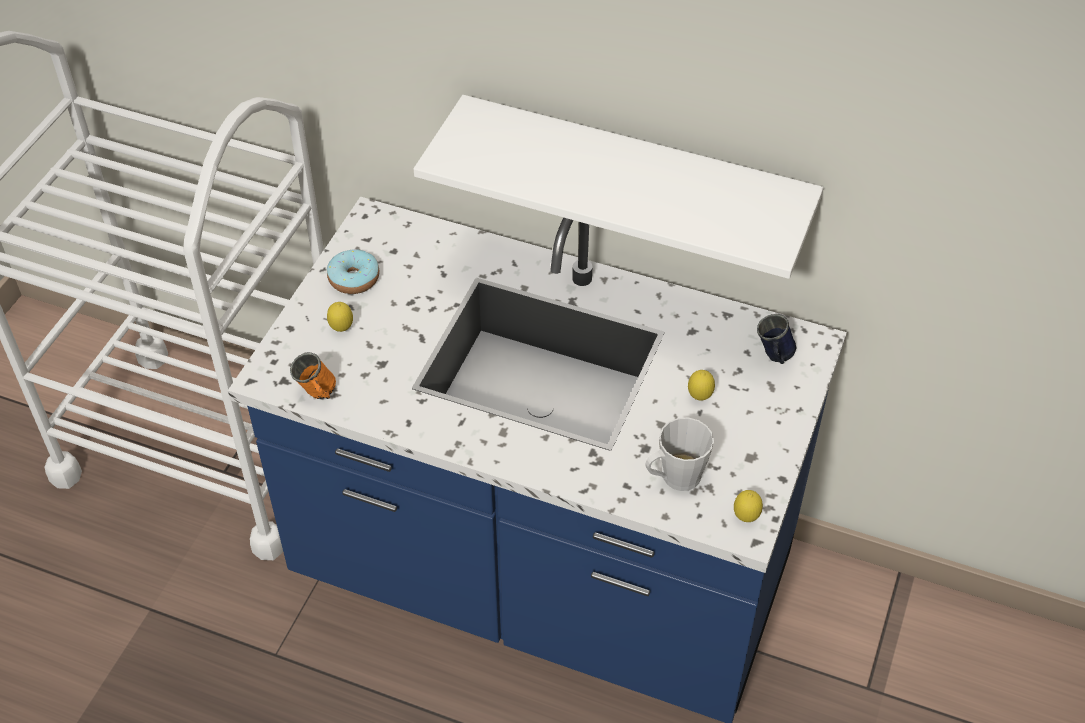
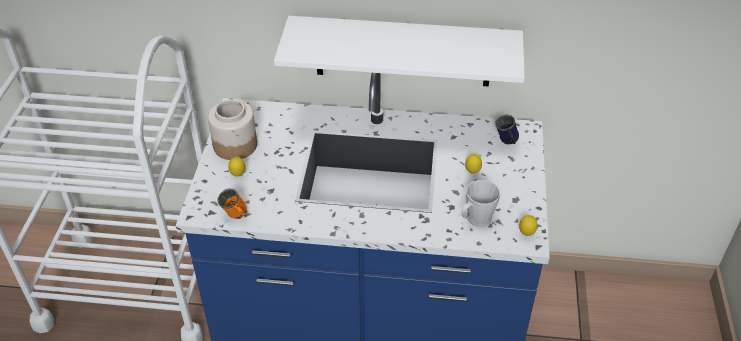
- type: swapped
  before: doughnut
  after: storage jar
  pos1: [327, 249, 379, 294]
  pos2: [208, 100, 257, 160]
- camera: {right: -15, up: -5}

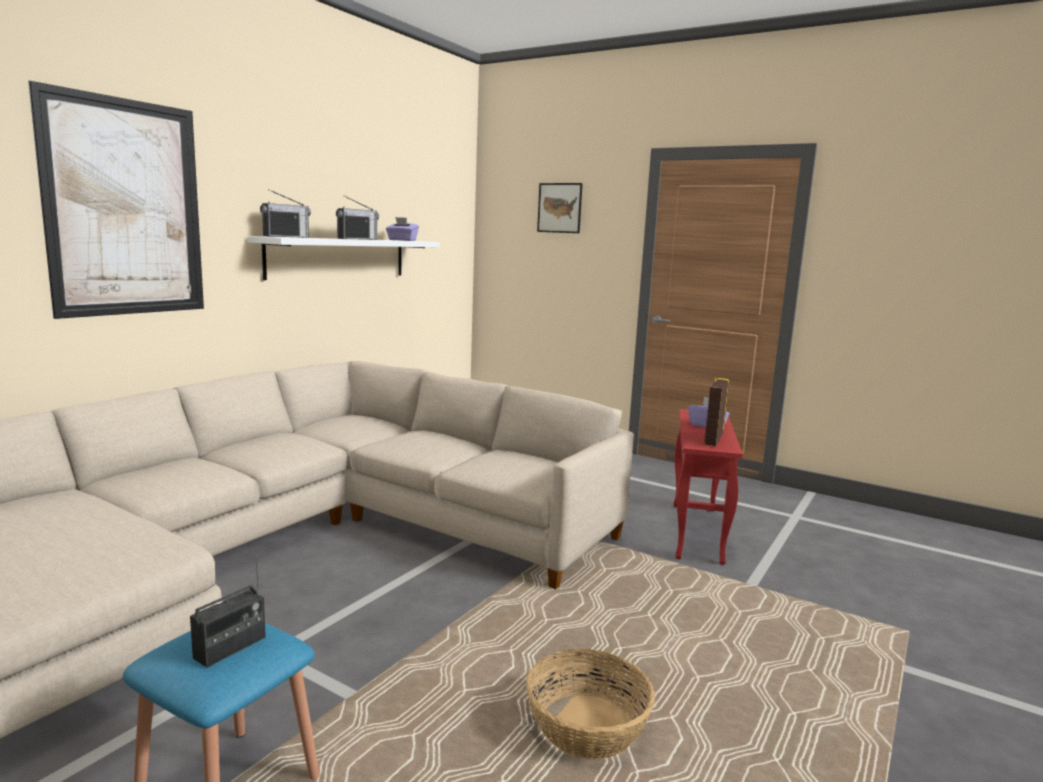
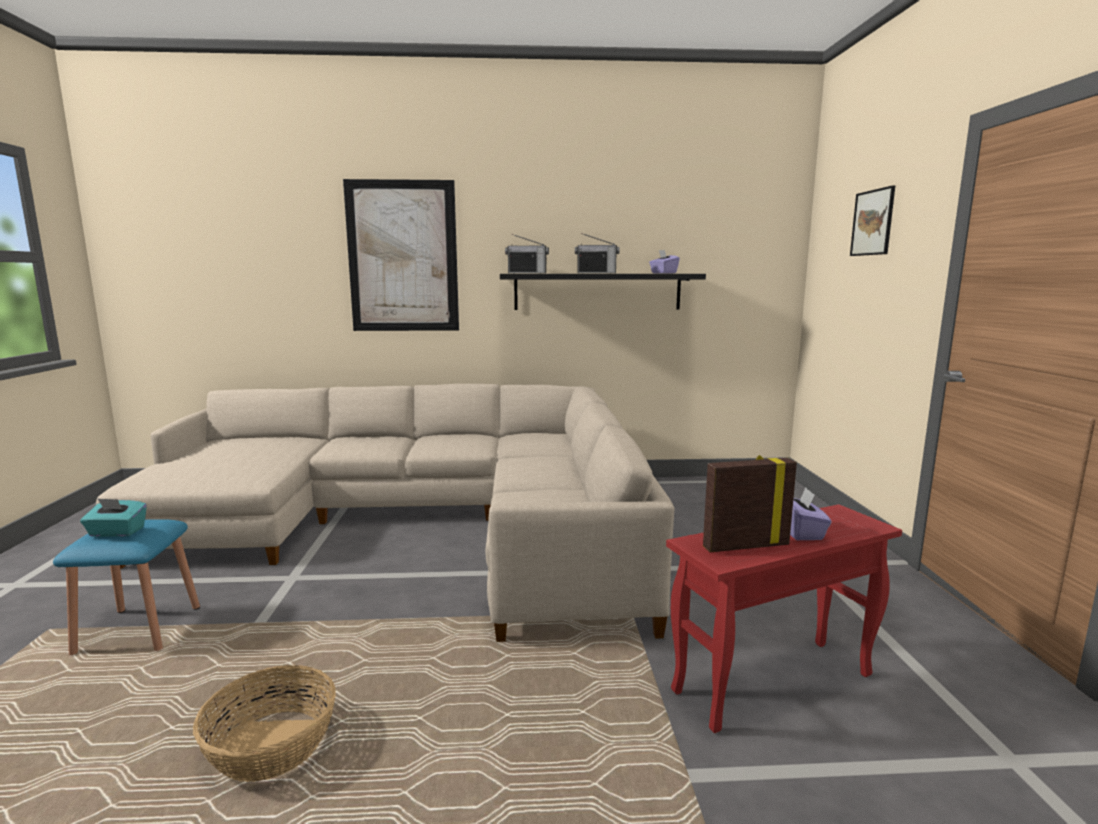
- type: swapped
  before: radio set
  after: turquoise tissue holder
  pos1: [190, 550, 266, 668]
  pos2: [80, 498, 147, 537]
- type: repainted
  before: white bracket shelf
  after: black bracket shelf
  pos1: [248, 236, 440, 280]
  pos2: [500, 274, 706, 310]
- camera: {right: 55, up: 0}

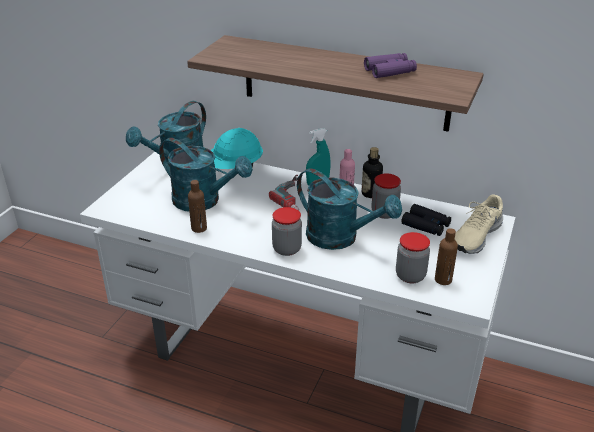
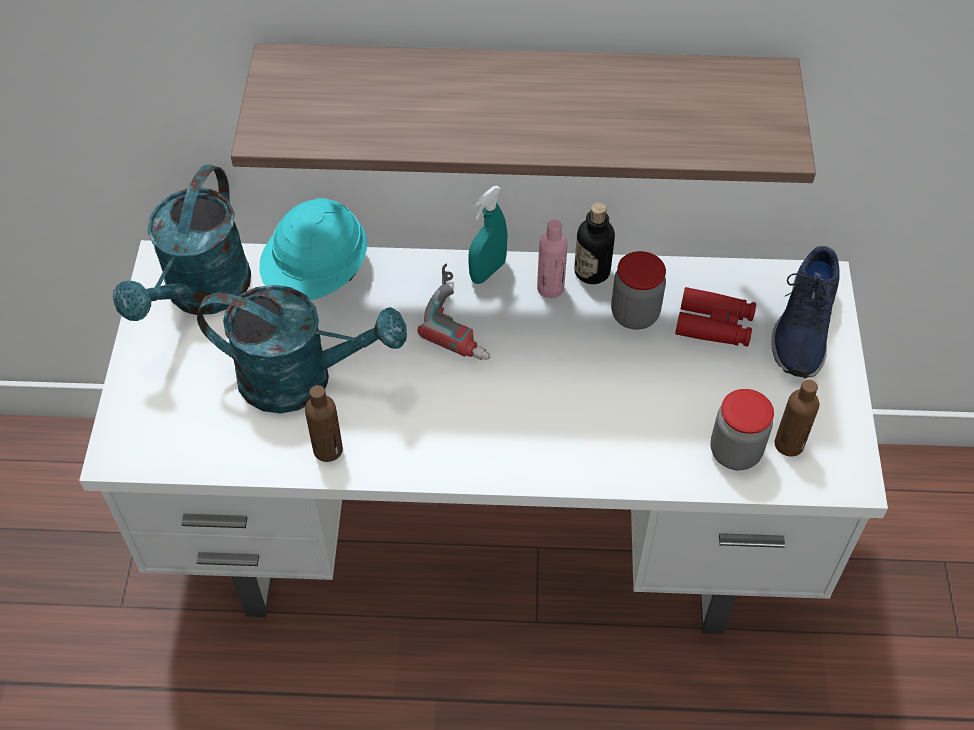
- type: repainted
  before: black field glasses
  after: red field glasses
  pos1: [401, 204, 451, 236]
  pos2: [675, 287, 756, 347]
- type: repainted
  before: beige-coloured low shoe
  after: blue-coloured low shoe
  pos1: [454, 194, 503, 254]
  pos2: [771, 246, 840, 379]
- type: gone
  before: storage jar
  pos1: [272, 207, 302, 256]
- type: gone
  before: turquoise watering pot
  pos1: [297, 168, 402, 250]
- type: gone
  before: purple-coloured field glasses
  pos1: [364, 53, 417, 78]
- camera: {right: -20, up: 20}

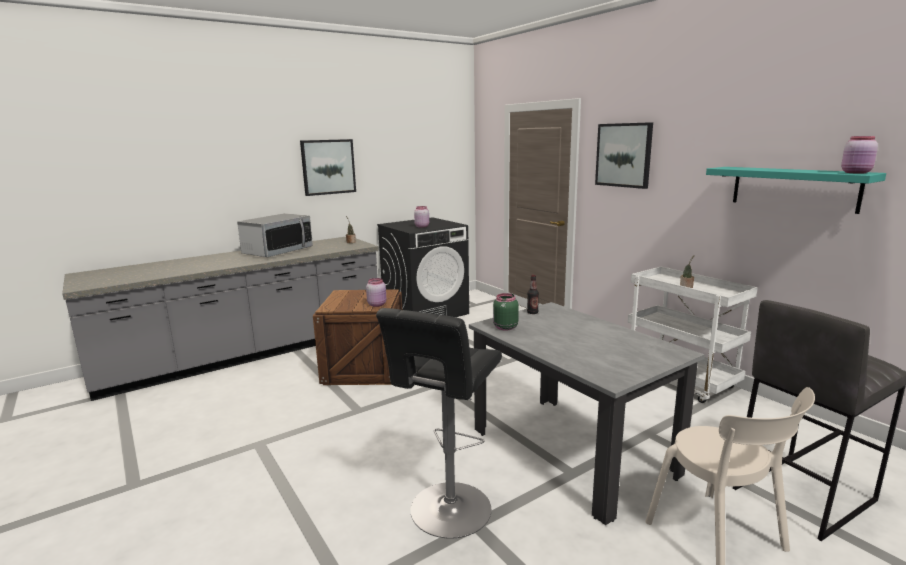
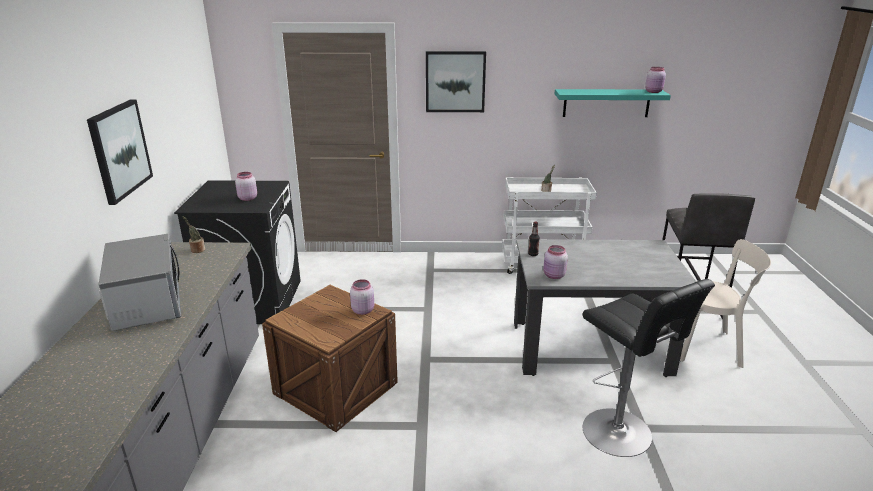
- type: repainted
  before: green-coloured storage jar
  after: pink storage jar
  pos1: [493, 293, 519, 331]
  pos2: [543, 245, 568, 279]
- camera: {right: -55, up: 10}

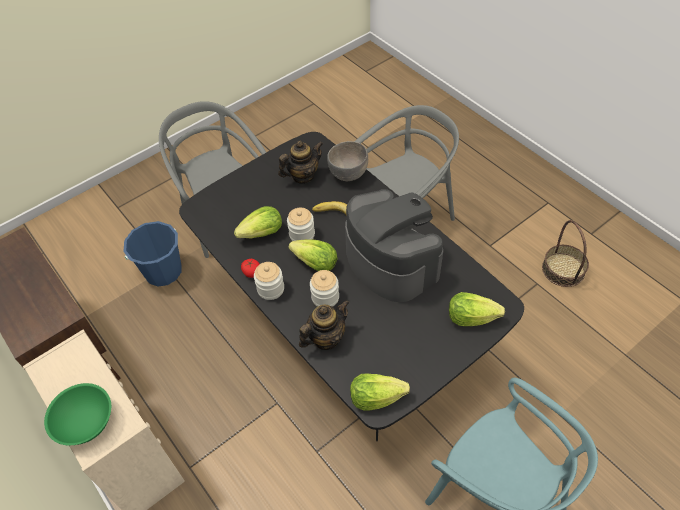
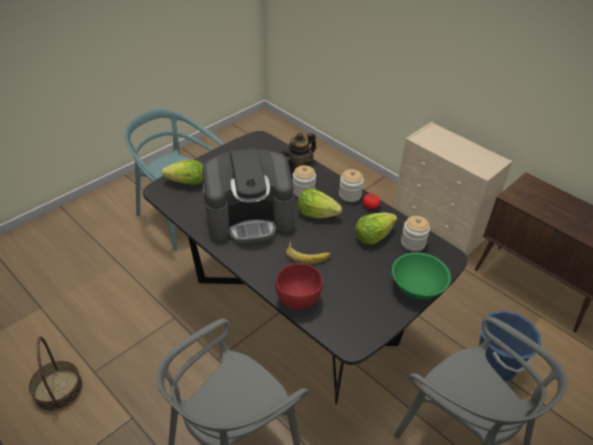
- type: rotated
  before: coffee brewer
  pos1: [345, 189, 443, 302]
  pos2: [202, 148, 294, 243]
  turn: -60
- type: repainted
  before: greyish serving bowl
  after: red serving bowl
  pos1: [327, 141, 368, 181]
  pos2: [275, 263, 323, 310]
- type: shifted
  before: green-coloured serving bowl
  pos1: [44, 383, 111, 445]
  pos2: [392, 252, 451, 300]
- type: shifted
  before: storage jar
  pos1: [287, 208, 315, 241]
  pos2: [401, 216, 430, 252]
- type: gone
  before: tea pot
  pos1: [278, 141, 323, 183]
- type: gone
  before: head of lettuce
  pos1: [350, 374, 410, 411]
- camera: {right: 170, up: -10}

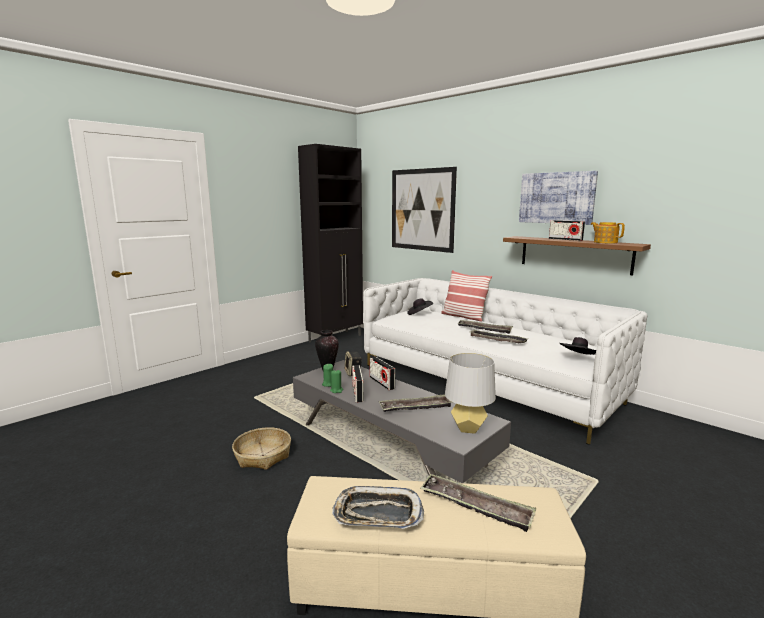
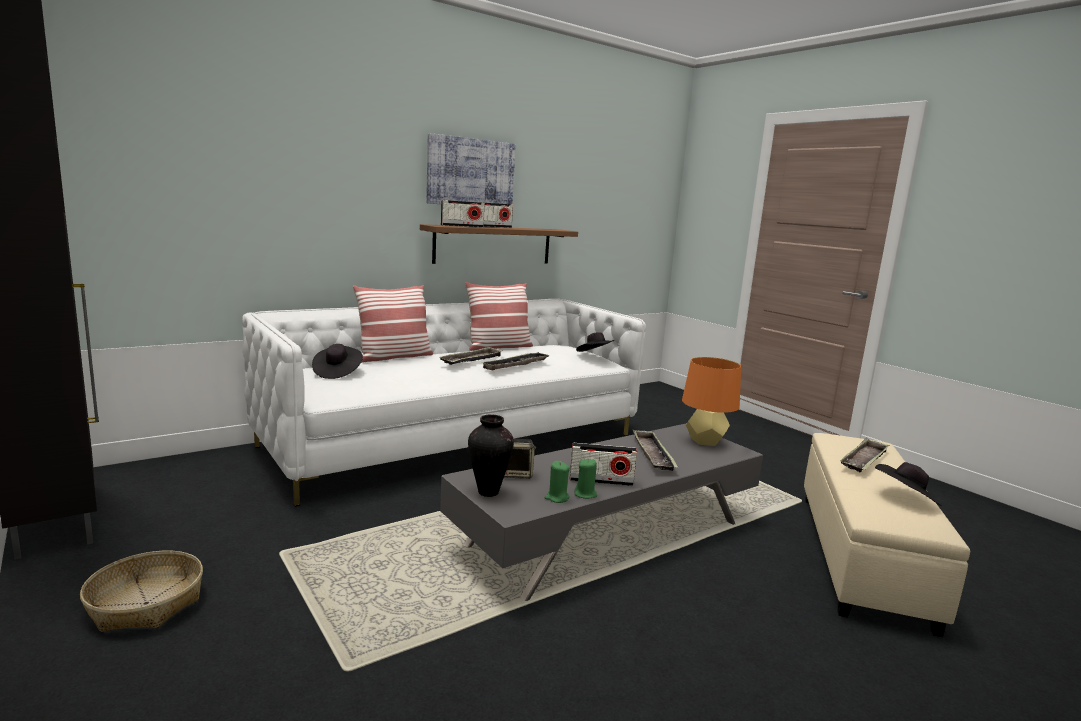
- type: shifted
  before: household basket
  pos1: [232, 427, 291, 470]
  pos2: [80, 551, 203, 632]
- type: shifted
  before: radio set
  pos1: [370, 357, 395, 390]
  pos2: [441, 200, 485, 228]
- type: new
  after: pillow
  pos2: [465, 282, 533, 351]
- type: repainted
  before: greyish table lamp
  after: orange table lamp
  pos1: [445, 353, 496, 434]
  pos2: [682, 357, 741, 446]
- type: swapped
  before: carrying tray
  after: black wearable hat
  pos1: [332, 486, 424, 529]
  pos2: [875, 462, 942, 506]
- type: gone
  before: picture
  pos1: [392, 167, 457, 253]
- type: gone
  before: tea pot
  pos1: [590, 222, 625, 243]
- camera: {right: -80, up: 0}

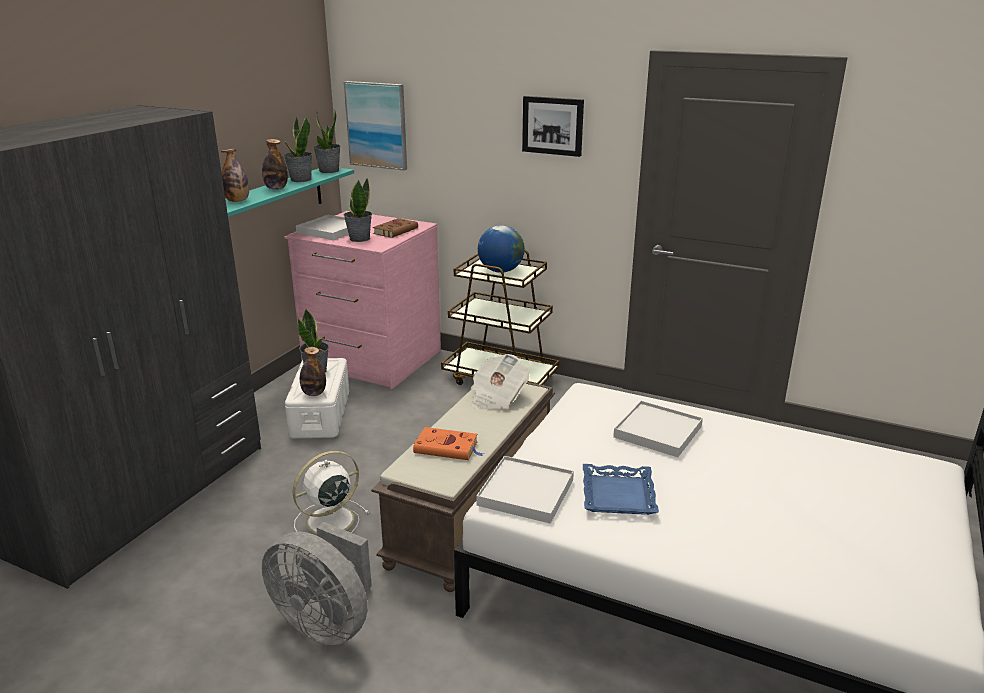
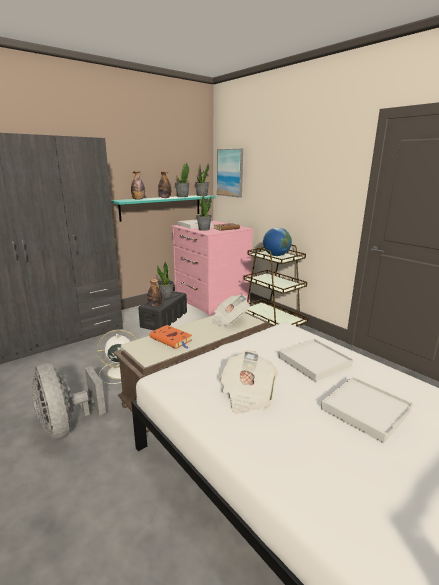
- type: repainted
  before: white storage box
  after: black storage box
  pos1: [285, 358, 349, 438]
  pos2: [138, 291, 187, 331]
- type: swapped
  before: blue-coloured carrying tray
  after: newspaper
  pos1: [583, 464, 659, 515]
  pos2: [220, 351, 278, 414]
- type: shifted
  before: white carrying tray
  pos1: [476, 456, 574, 524]
  pos2: [321, 377, 413, 443]
- type: gone
  before: picture
  pos1: [522, 96, 584, 157]
- camera: {right: 25, up: -5}

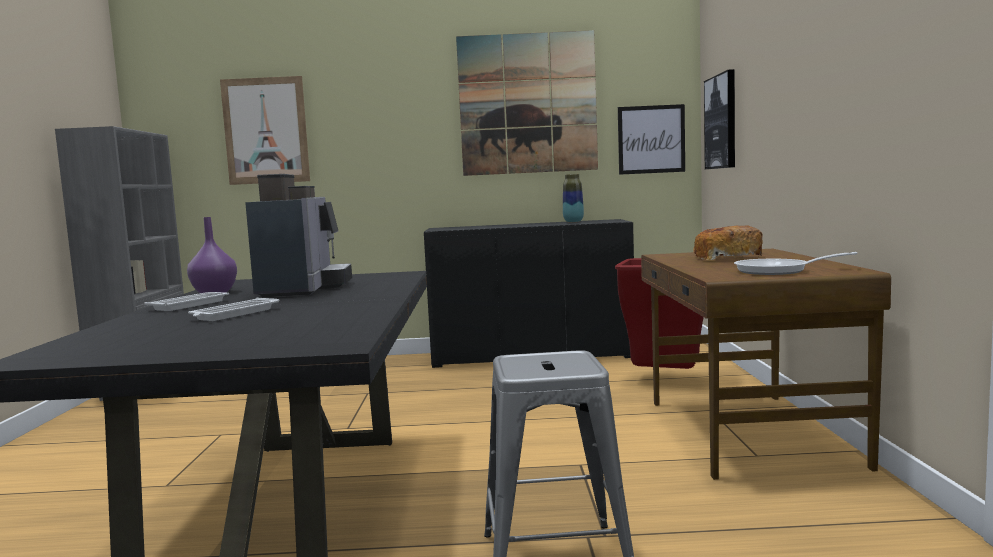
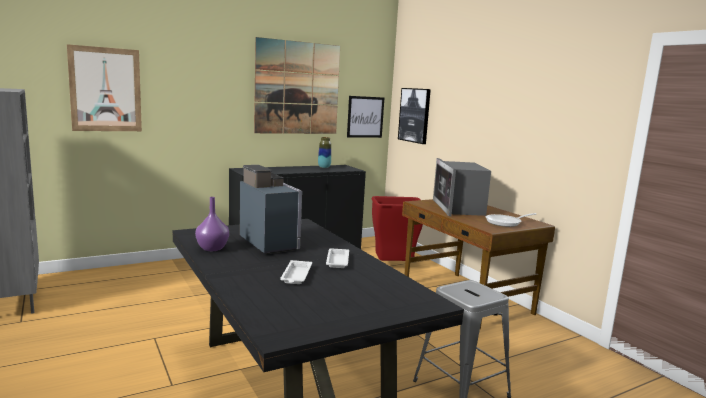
- type: shifted
  before: white carrying tray
  pos1: [144, 292, 229, 311]
  pos2: [326, 249, 349, 268]
- type: swapped
  before: baked bread
  after: microwave oven
  pos1: [693, 226, 763, 260]
  pos2: [433, 158, 491, 216]
- camera: {right: -30, up: 5}

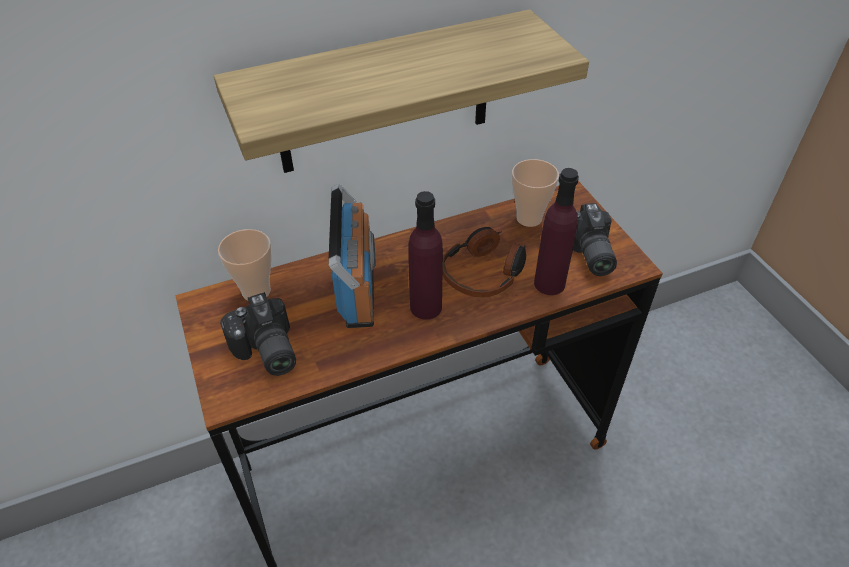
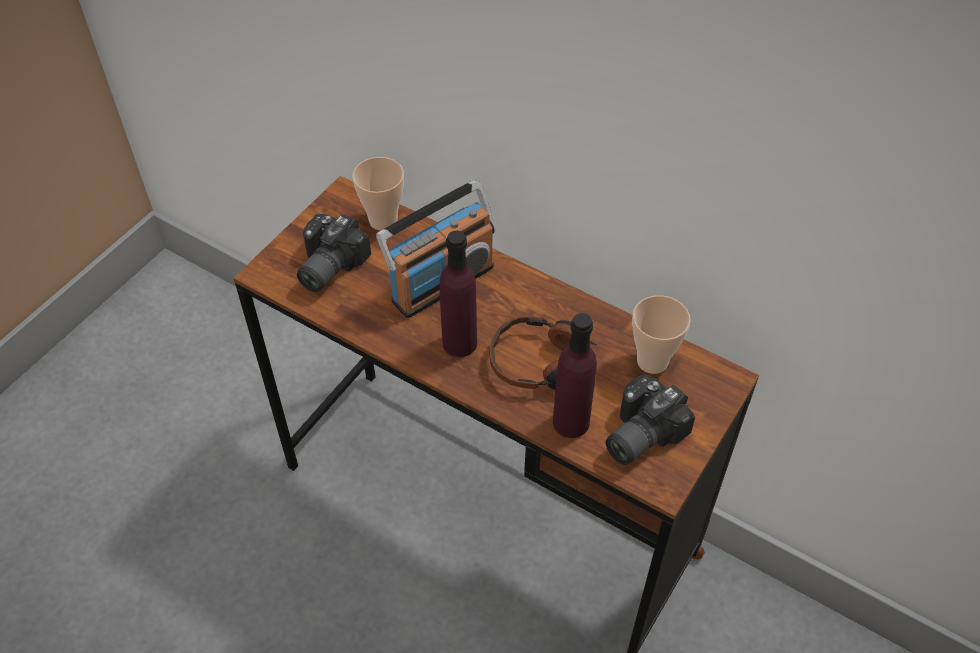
- type: gone
  before: bracket shelf
  pos1: [214, 9, 589, 173]
- camera: {right: 55, up: 5}

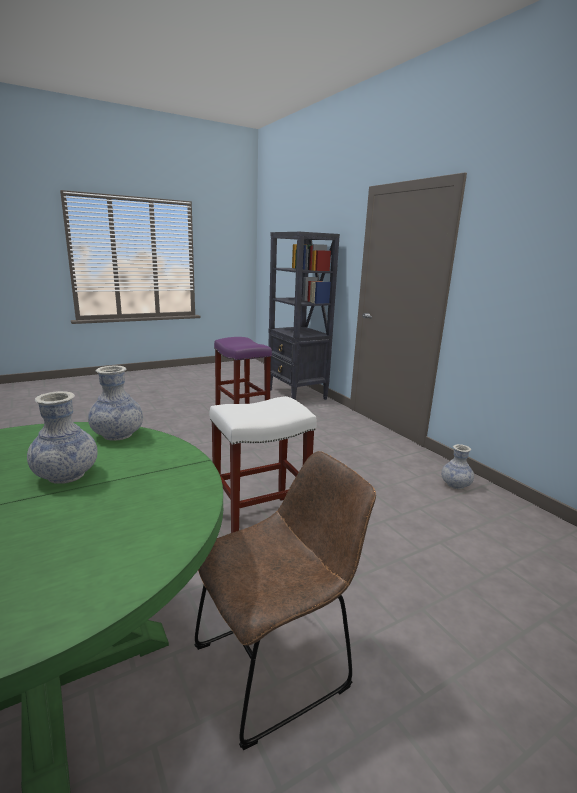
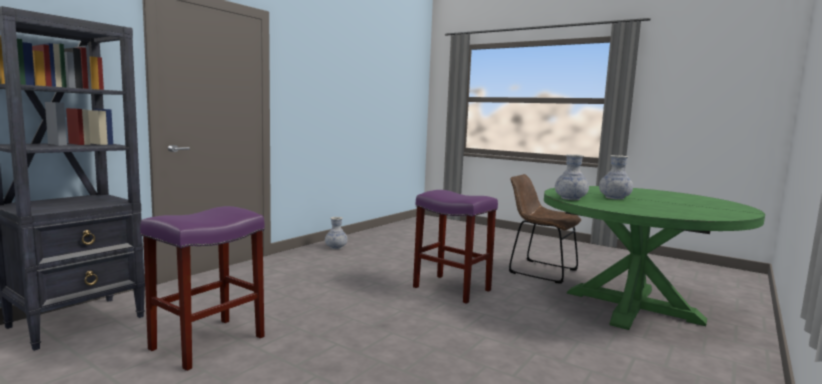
- type: repainted
  before: white stool seat
  after: purple-coloured stool seat
  pos1: [210, 396, 317, 533]
  pos2: [413, 190, 498, 304]
- camera: {right: -115, up: -10}

